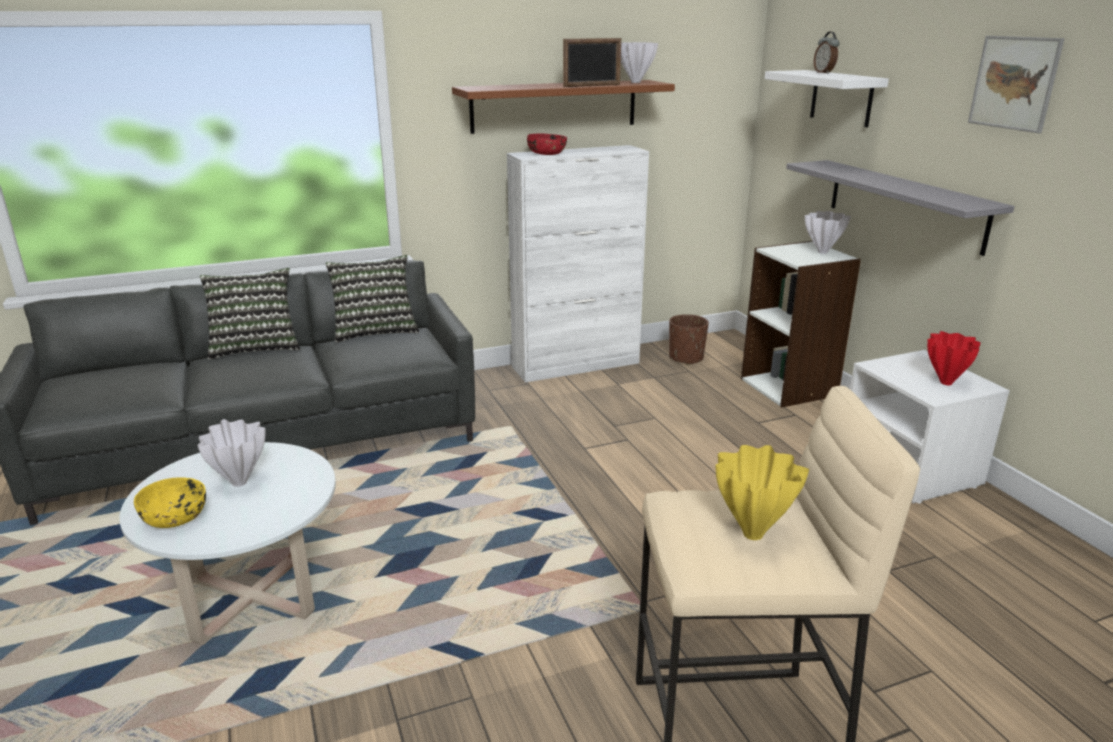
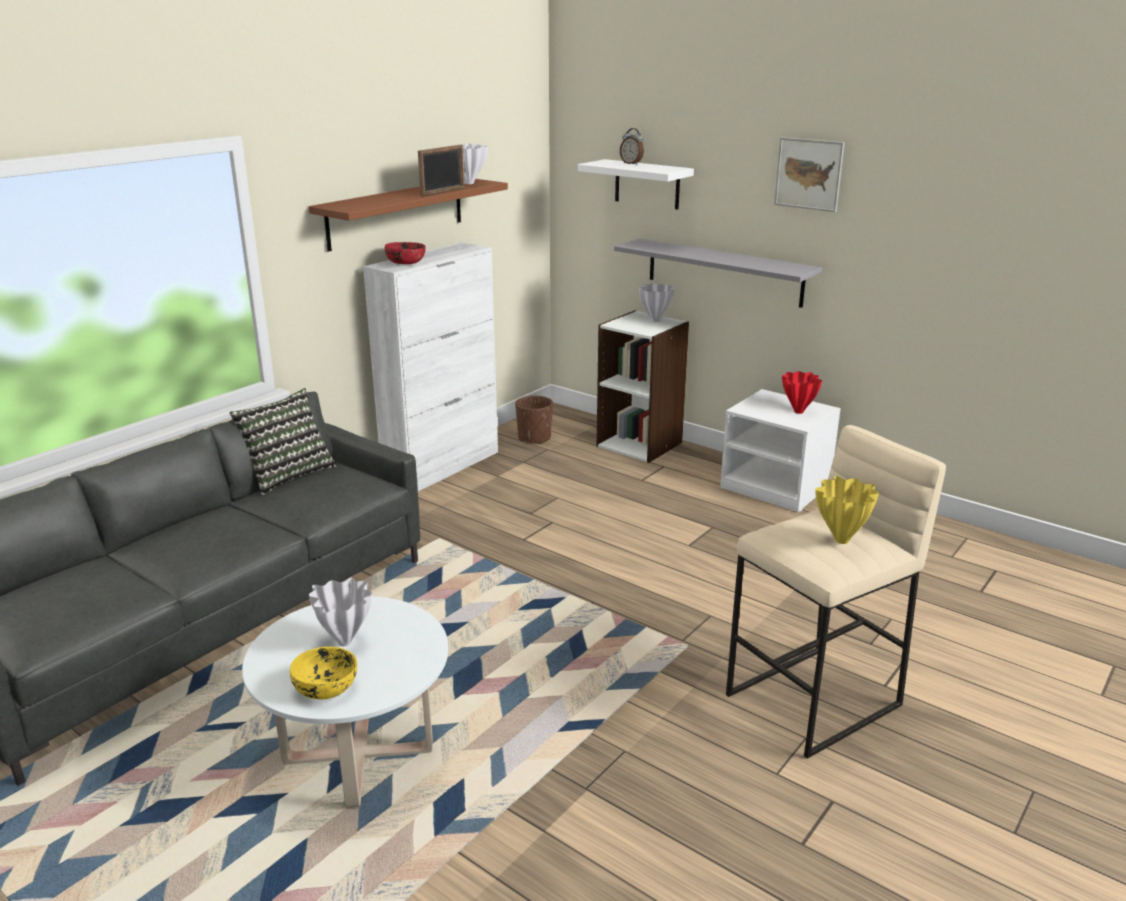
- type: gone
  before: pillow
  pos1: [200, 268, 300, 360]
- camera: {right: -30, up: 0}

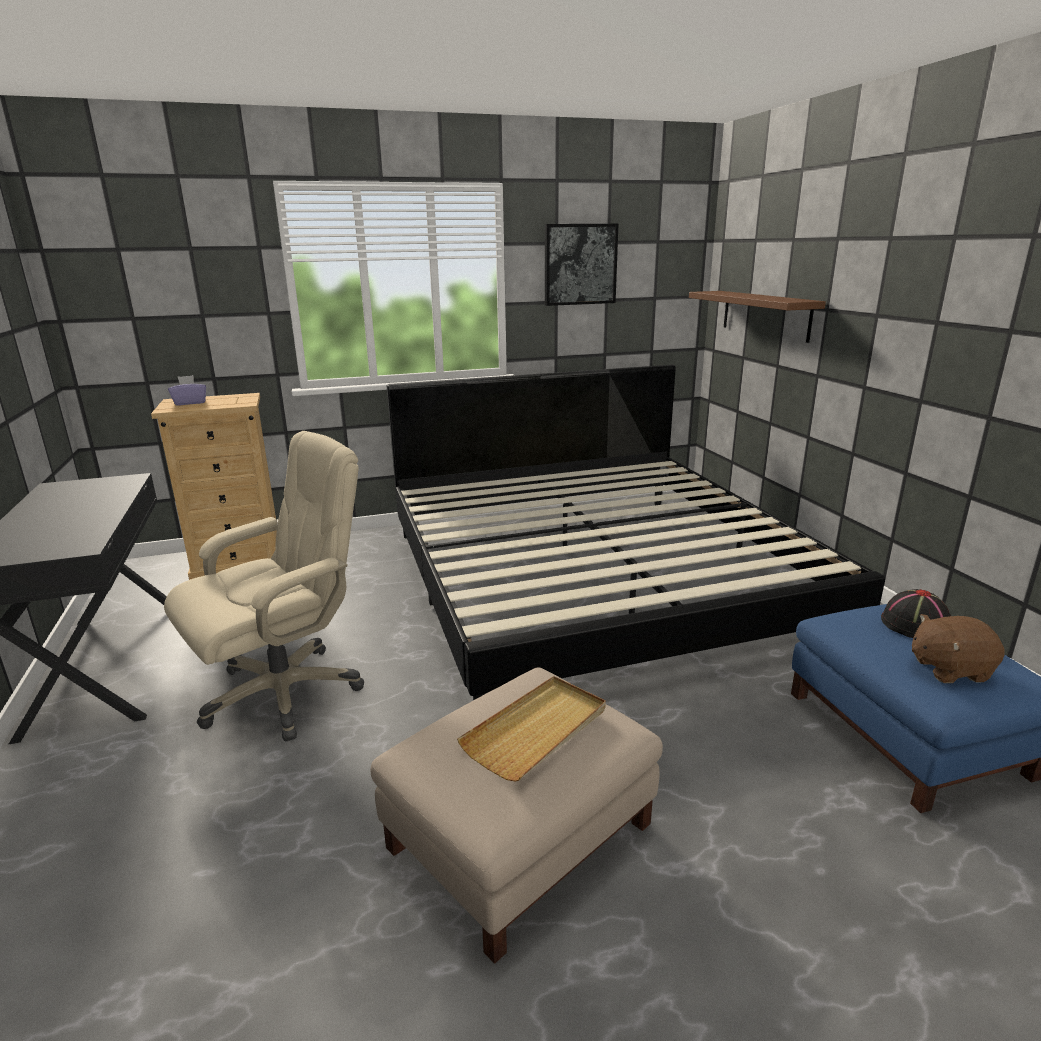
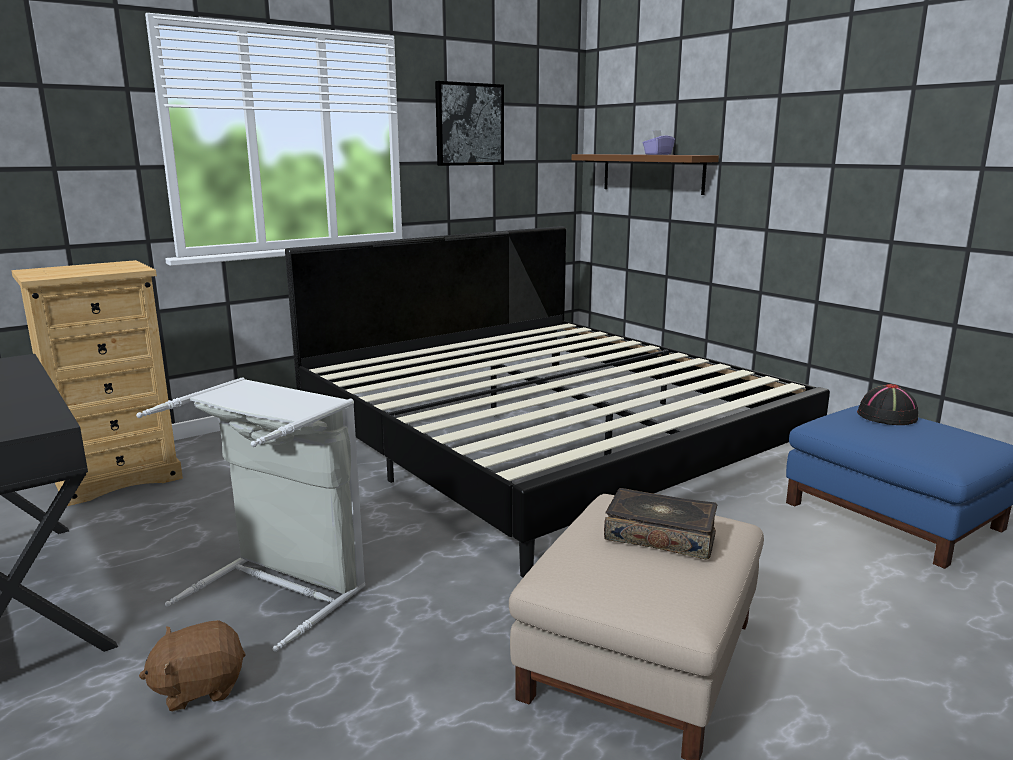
- type: swapped
  before: beige-coloured computer chair
  after: greyish washing basket
  pos1: [164, 431, 364, 741]
  pos2: [136, 377, 366, 652]
- type: shifted
  before: brown cuddly toy
  pos1: [912, 614, 1004, 683]
  pos2: [139, 620, 246, 712]
- type: swapped
  before: beige-coloured carrying tray
  after: book
  pos1: [457, 676, 606, 782]
  pos2: [604, 488, 717, 560]
- type: shifted
  before: purple-coloured tissue holder
  pos1: [168, 375, 206, 405]
  pos2: [643, 130, 675, 155]
- camera: {right: -20, up: -5}

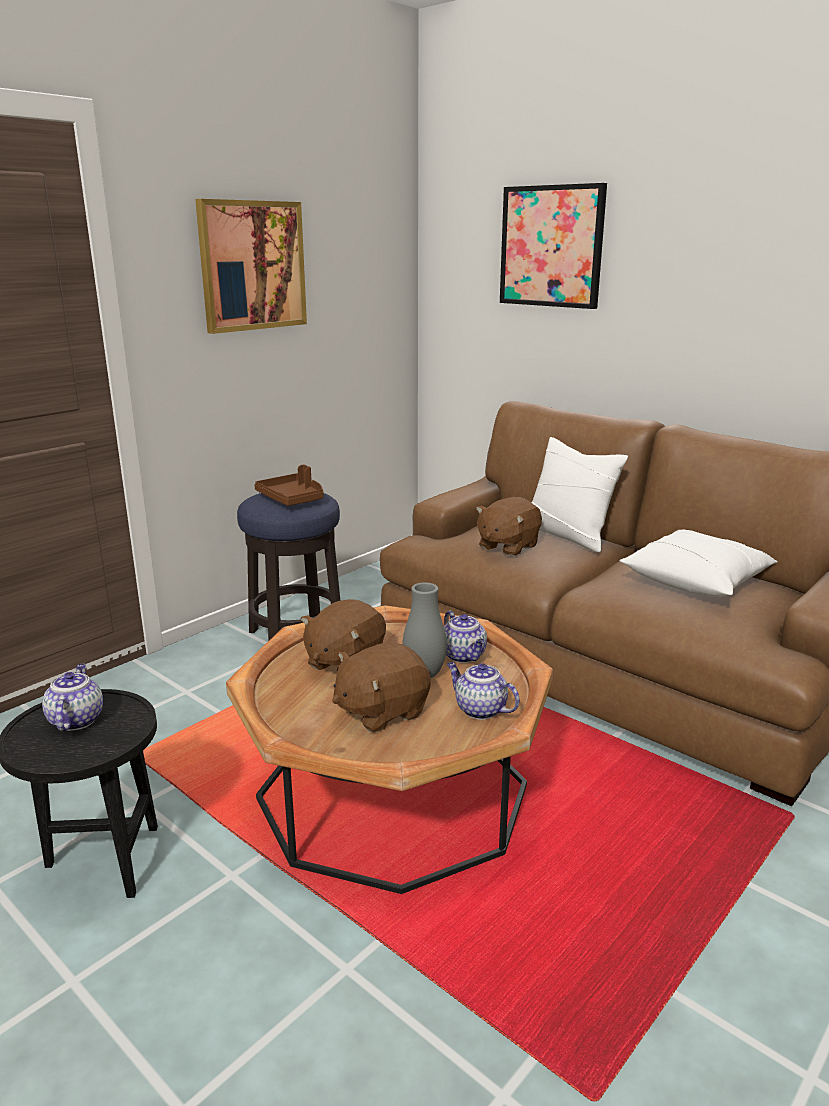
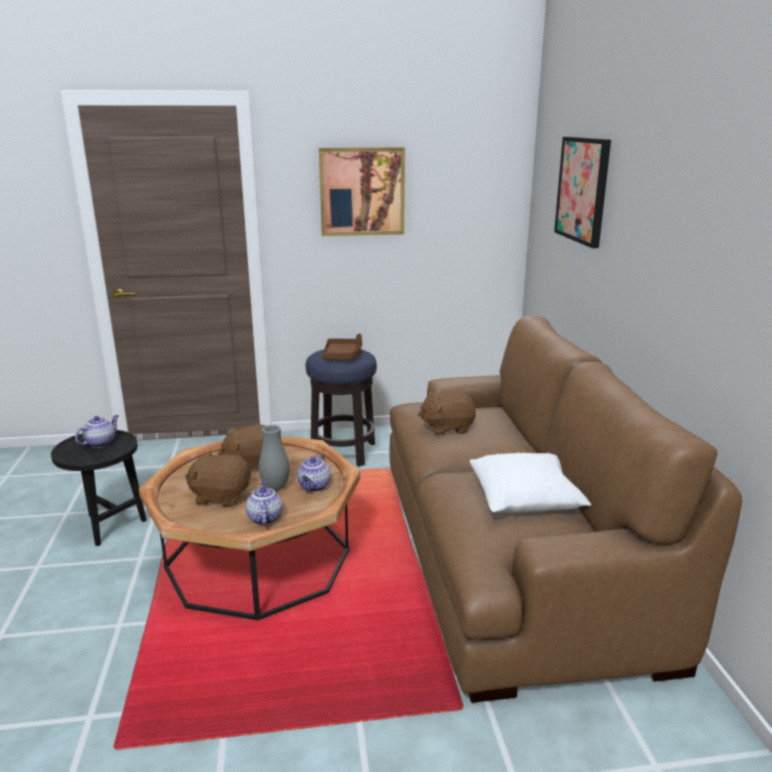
- type: gone
  before: white pillow
  pos1: [531, 437, 628, 552]
- camera: {right: 40, up: 0}

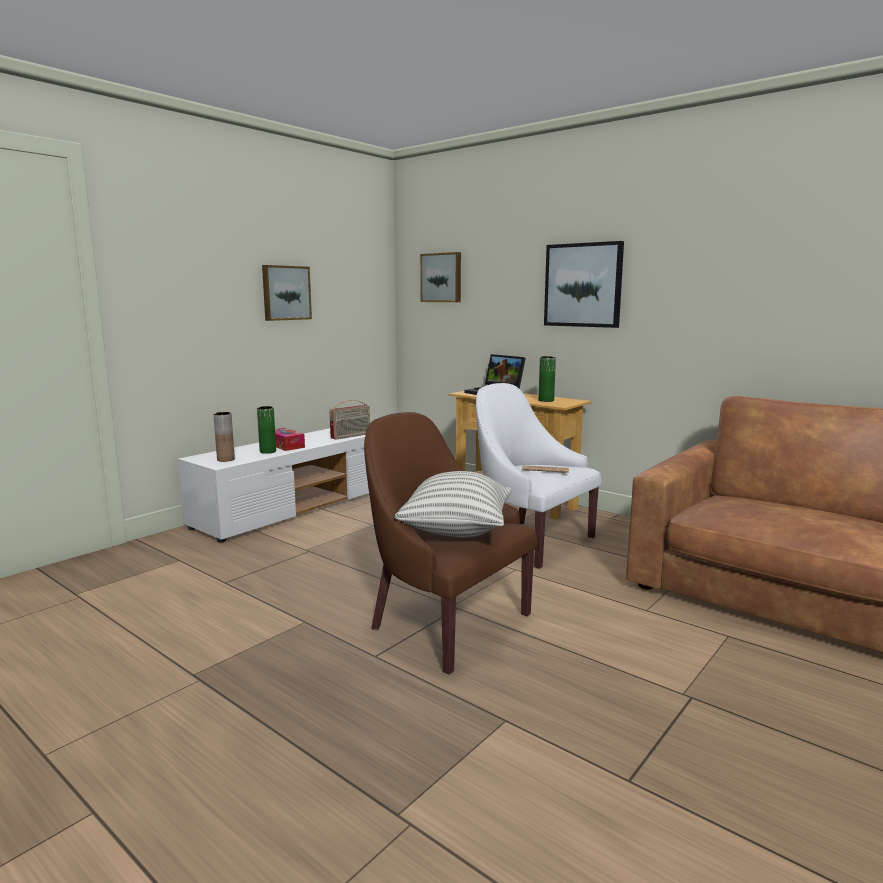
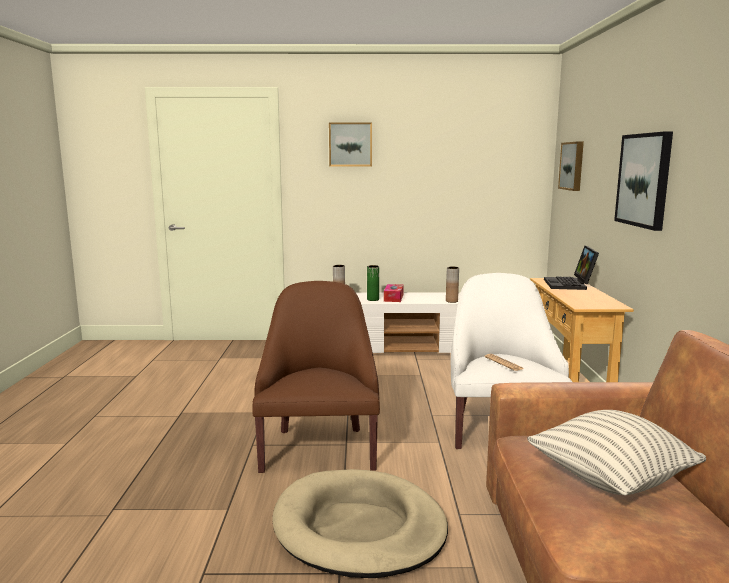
- type: new
  after: beige-coloured dog bed
  pos2: [272, 469, 448, 578]
- type: shifted
  before: picture
  pos1: [262, 265, 312, 321]
  pos2: [329, 122, 372, 167]
- type: swapped
  before: radio set
  after: brown flower vase
  pos1: [330, 400, 370, 440]
  pos2: [446, 267, 459, 303]
- type: shifted
  before: pillow
  pos1: [394, 471, 511, 537]
  pos2: [527, 410, 706, 496]
- type: gone
  before: green-coloured flower vase
  pos1: [539, 356, 556, 402]
- camera: {right: 50, up: 0}

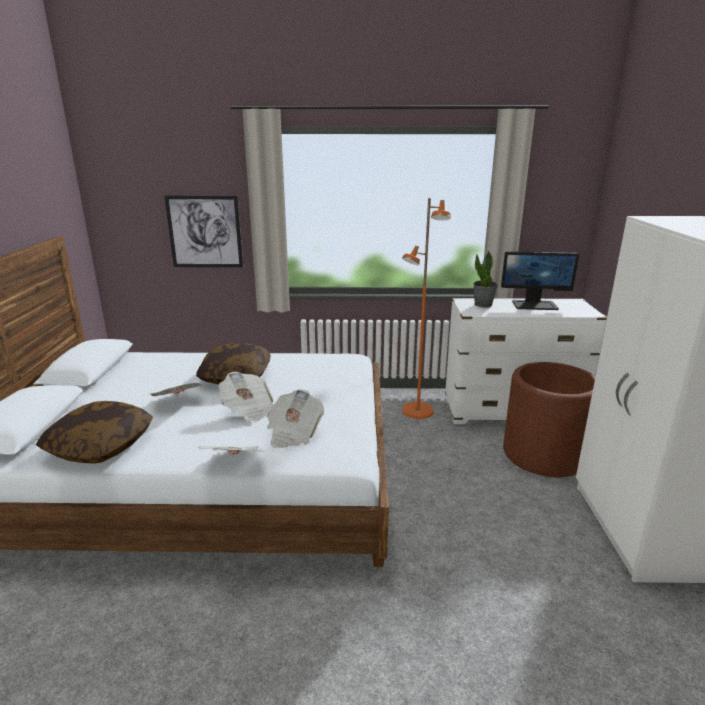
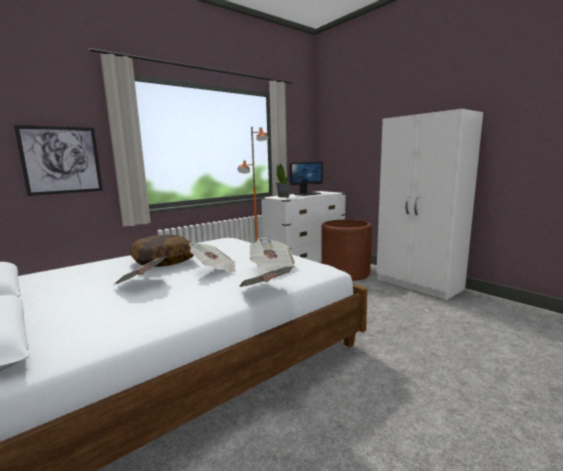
- type: gone
  before: pillow
  pos1: [36, 401, 153, 463]
- camera: {right: -40, up: -10}

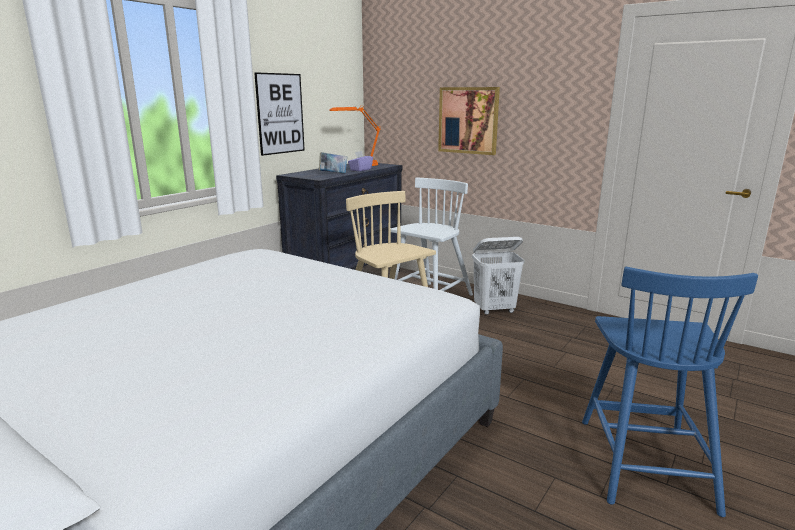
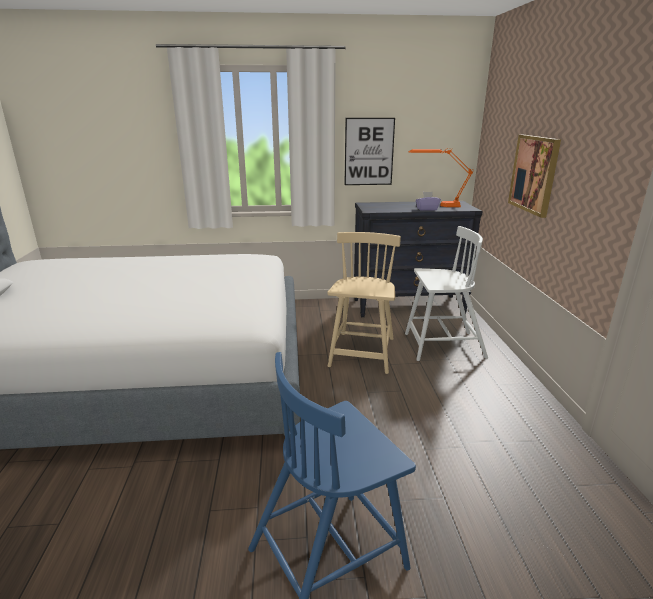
- type: gone
  before: book
  pos1: [319, 152, 347, 173]
- type: gone
  before: white washing basket
  pos1: [472, 237, 524, 315]
- camera: {right: 50, up: 5}

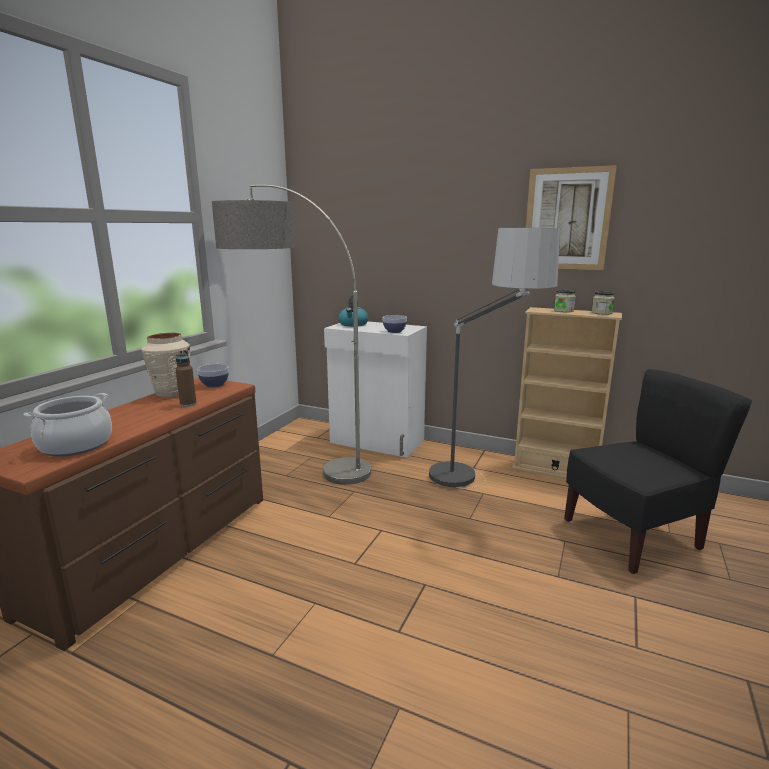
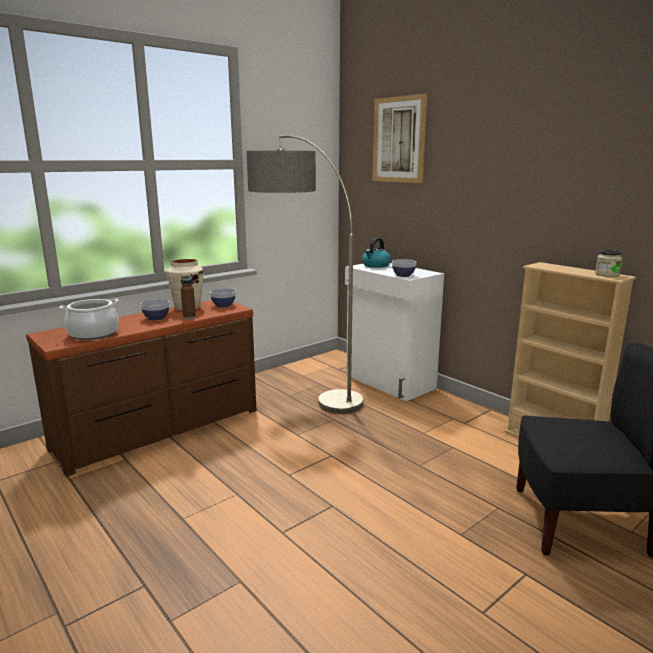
- type: new
  after: serving bowl
  pos2: [141, 299, 169, 321]
- type: shifted
  before: picture
  pos1: [526, 165, 617, 270]
  pos2: [373, 93, 427, 183]
- type: gone
  before: standing lamp
  pos1: [429, 228, 560, 489]
- type: gone
  before: storage jar
  pos1: [554, 290, 576, 313]
- camera: {right: 25, up: 0}

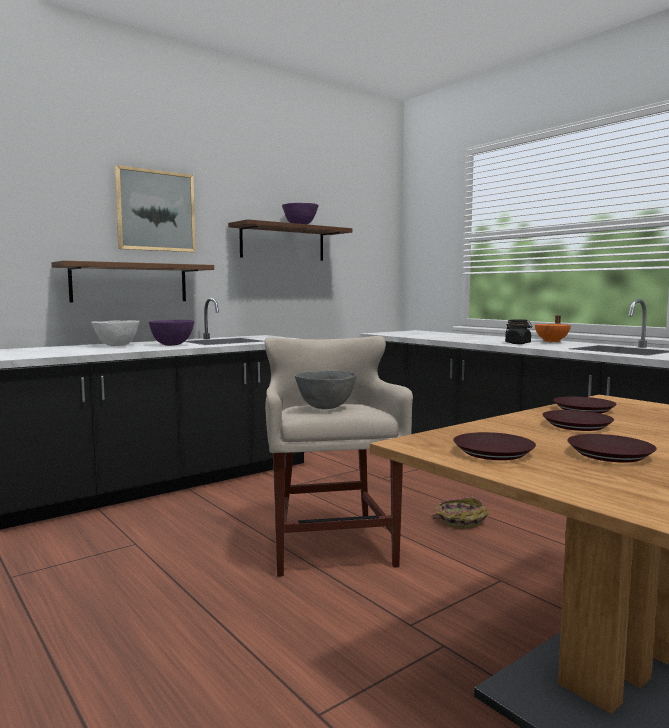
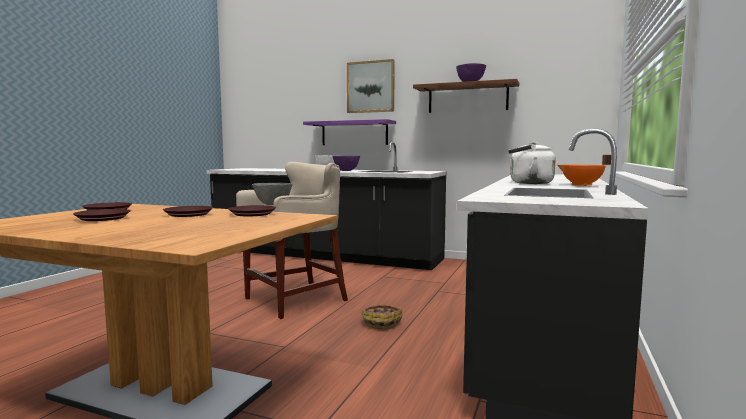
- type: repainted
  before: brown bracket shelf
  after: purple-coloured bracket shelf
  pos1: [51, 260, 214, 303]
  pos2: [303, 119, 396, 145]
- type: swapped
  before: black storage jar
  after: white water kettle
  pos1: [505, 319, 532, 344]
  pos2: [508, 142, 555, 184]
- camera: {right: 60, up: 0}

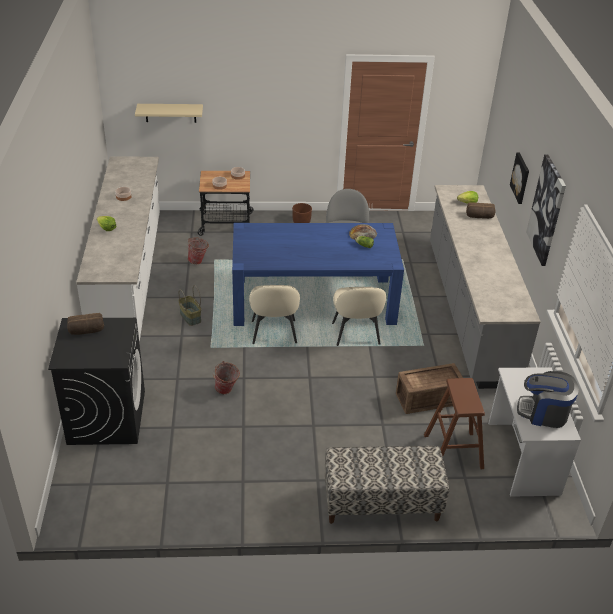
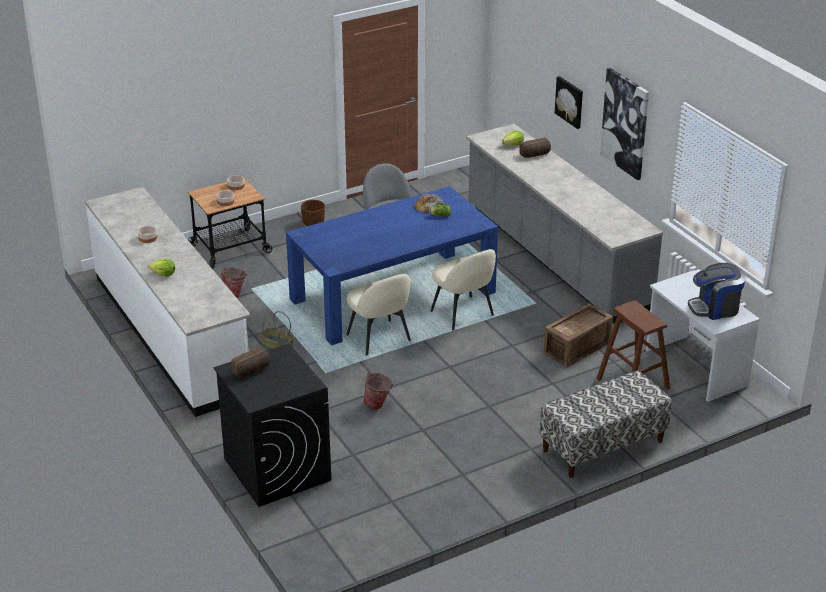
- type: gone
  before: beige-coloured bracket shelf
  pos1: [135, 104, 203, 123]
- camera: {right: -25, up: -5}

